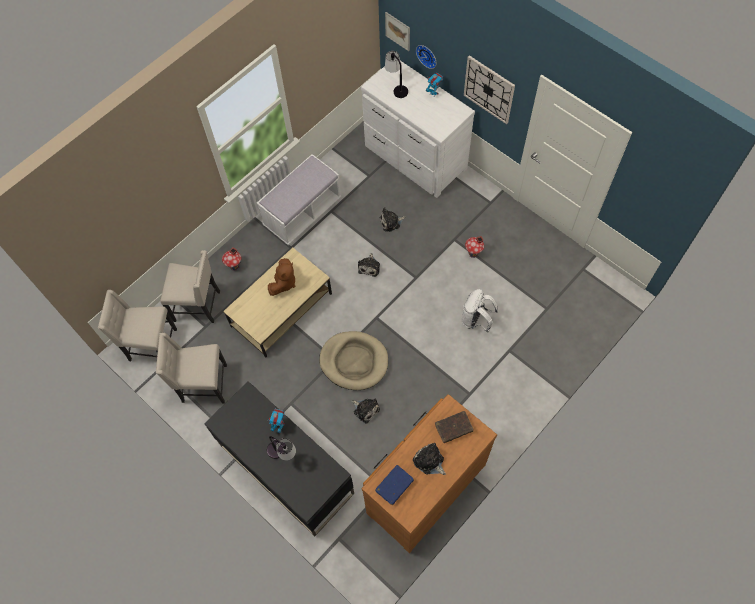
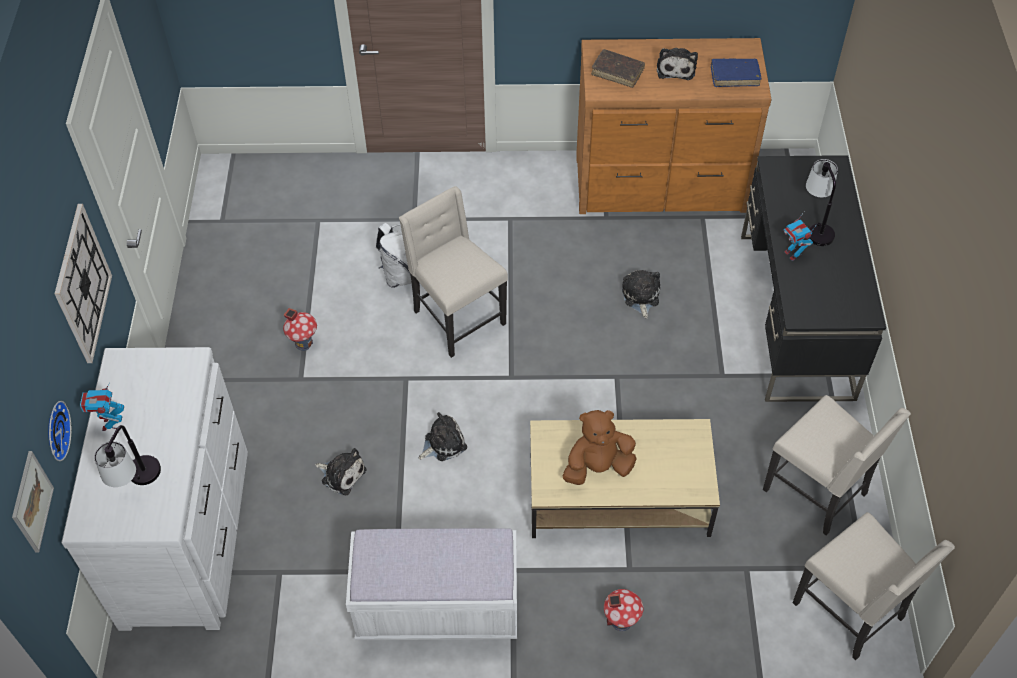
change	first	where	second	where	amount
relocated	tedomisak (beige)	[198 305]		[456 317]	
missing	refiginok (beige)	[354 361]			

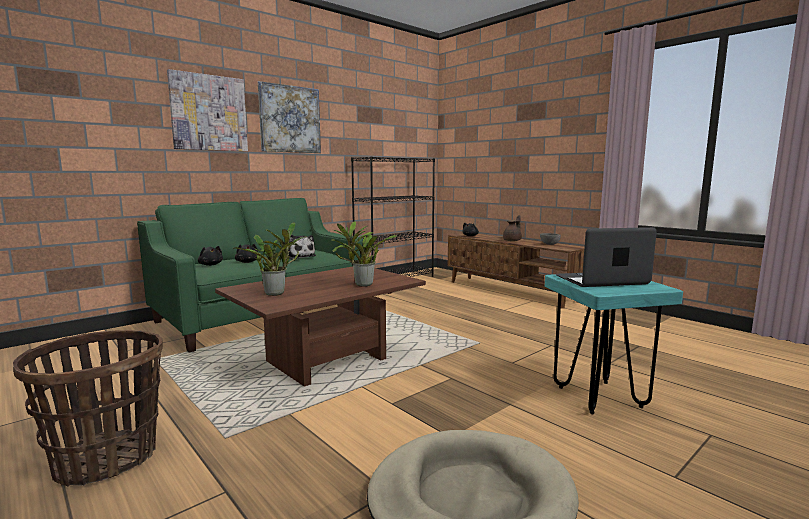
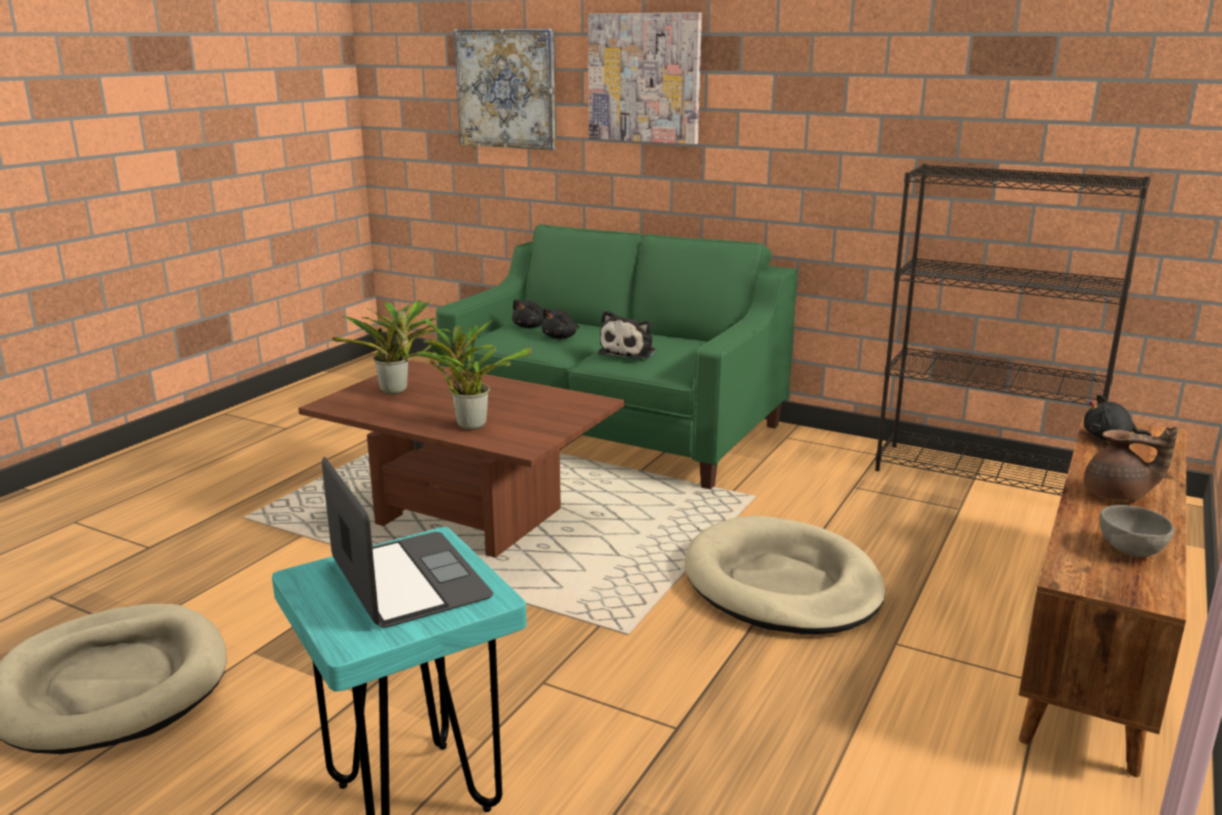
change	first	where	second	where	amount
relocated	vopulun	[290 119]		[506 89]	
appeared			refiginok (beige)	[781 584]	
missing	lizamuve	[106 458]			

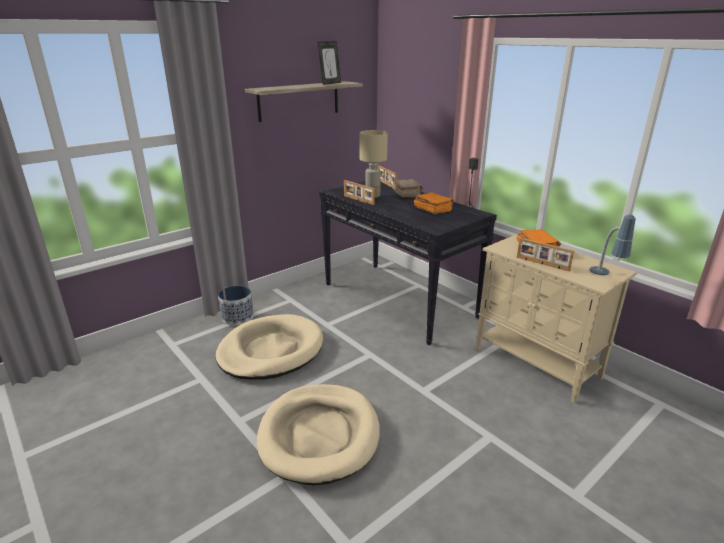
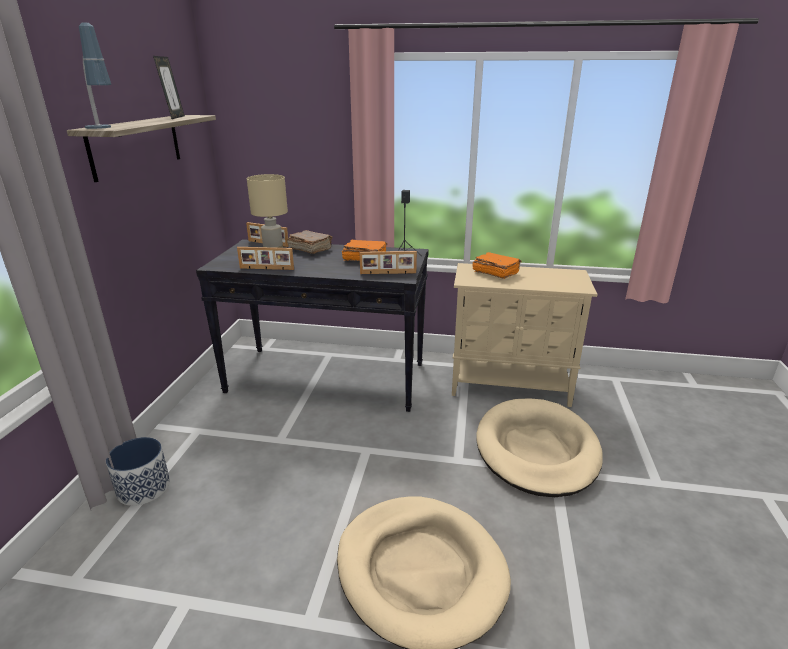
change	first	where	second	where	amount
relocated	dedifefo	[605 277]		[103 129]	
relocated	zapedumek	[542 264]		[388 273]	
relocated	refiginok (beige)	[271 351]		[536 450]	

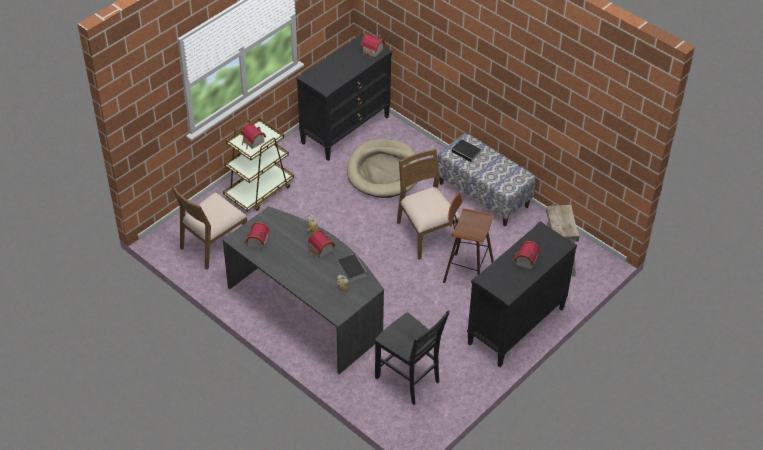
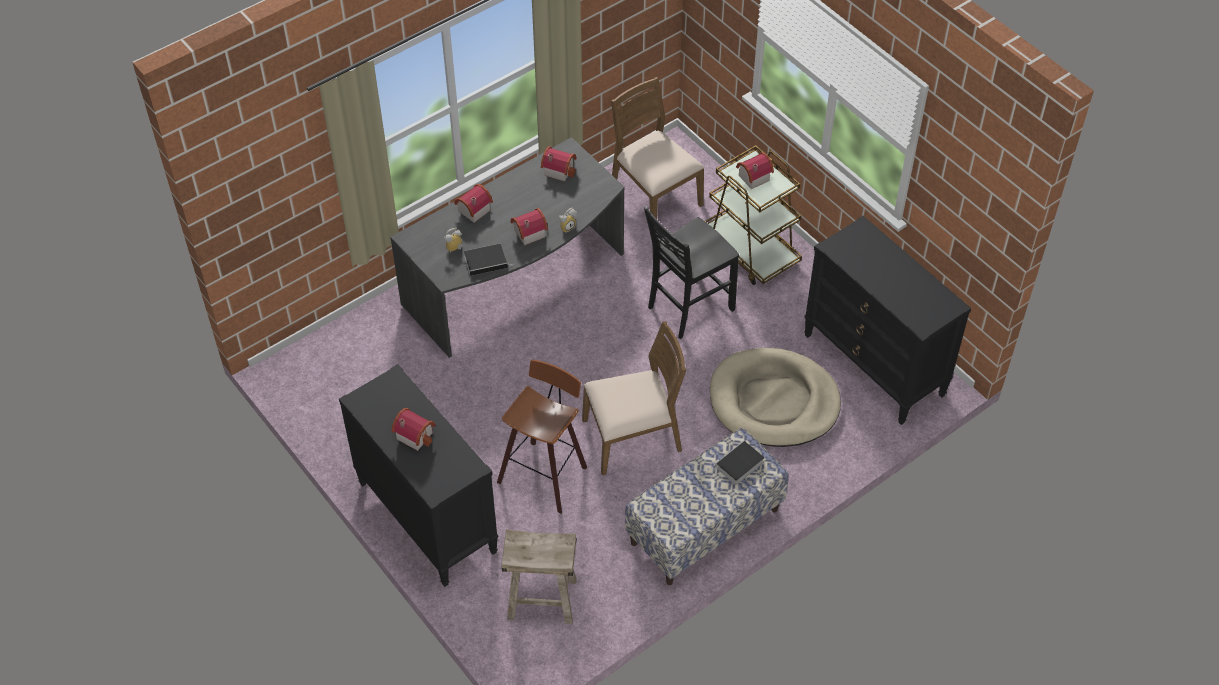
change	first	where	second	where	amount
relocated	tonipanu	[372 51]		[472 210]	
relocated	tedomisak (black)	[408 380]		[688 308]	

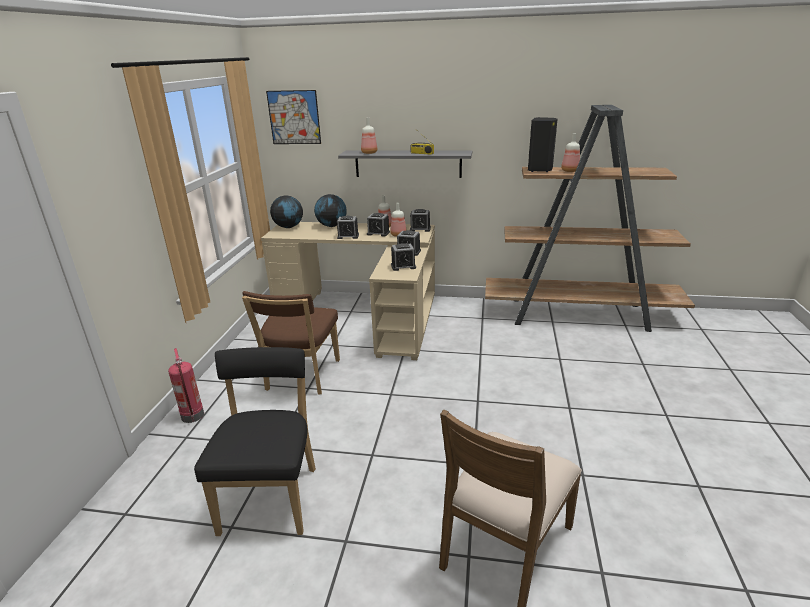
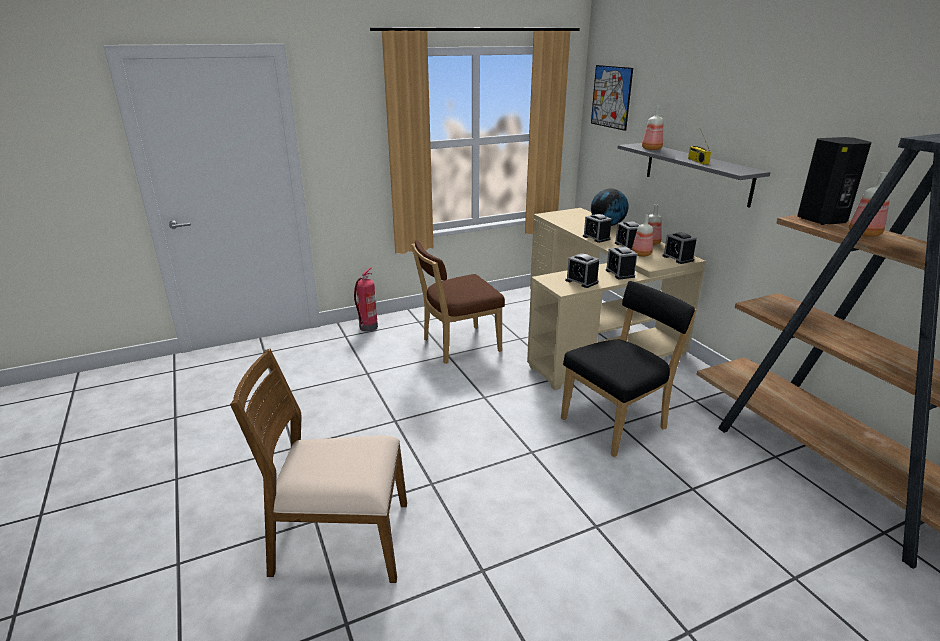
change	first	where	second	where	amount
relocated	tedomisak (black)	[272 496]		[617 423]	
missing	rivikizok	[288 227]			

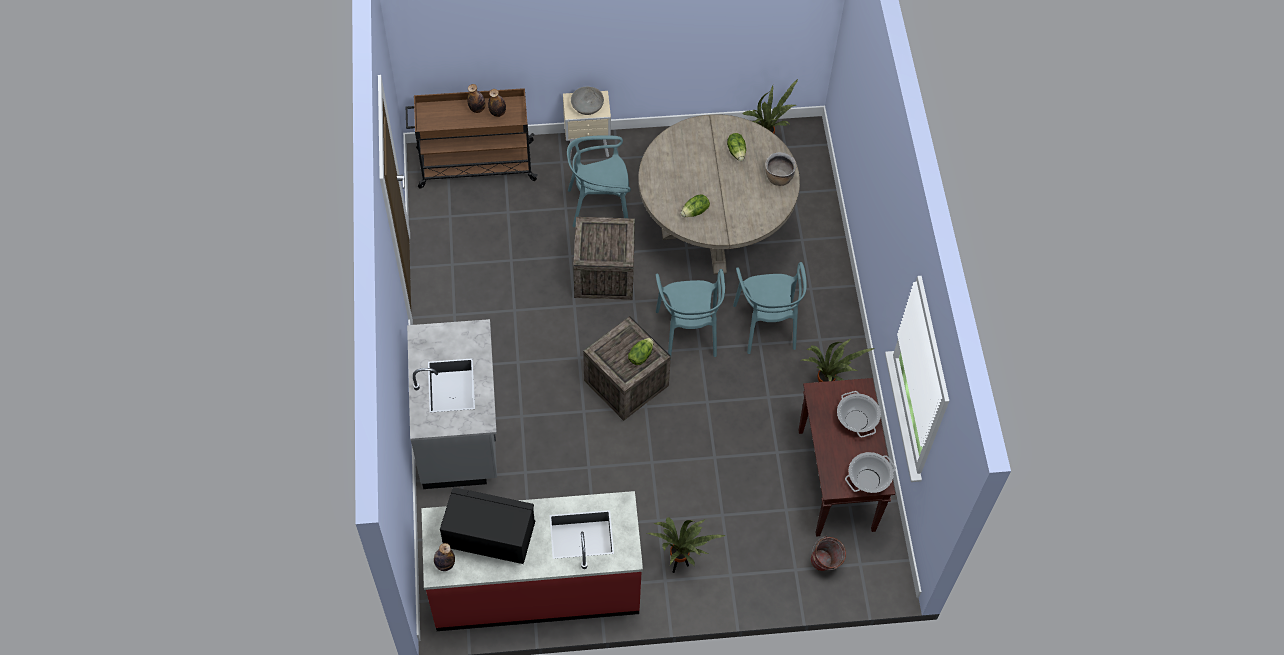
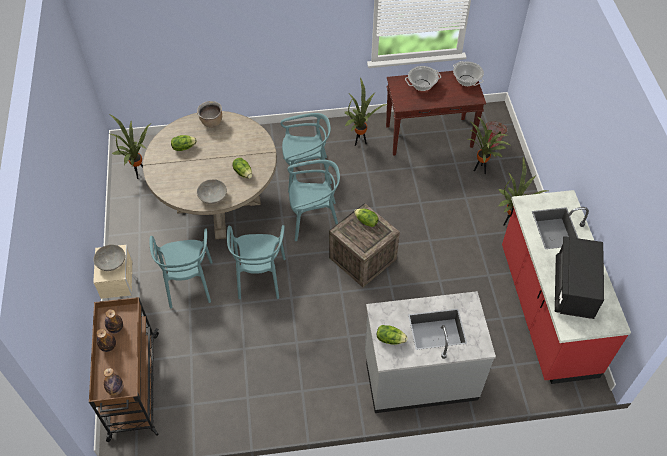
change	first	where	second	where	amount
relocated	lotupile	[445 564]		[116 389]	
appeared			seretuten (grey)	[212 196]	
exchanged	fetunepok	[604 274]	tedomisak (turquoise)	[259 277]	
appeared			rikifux	[390 339]	
appeared			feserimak	[480 170]	

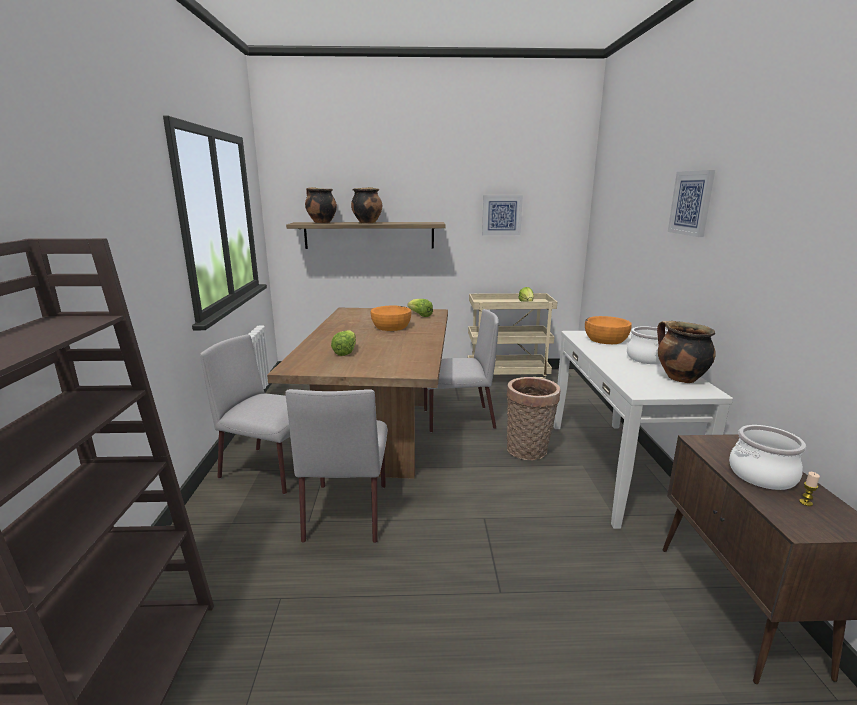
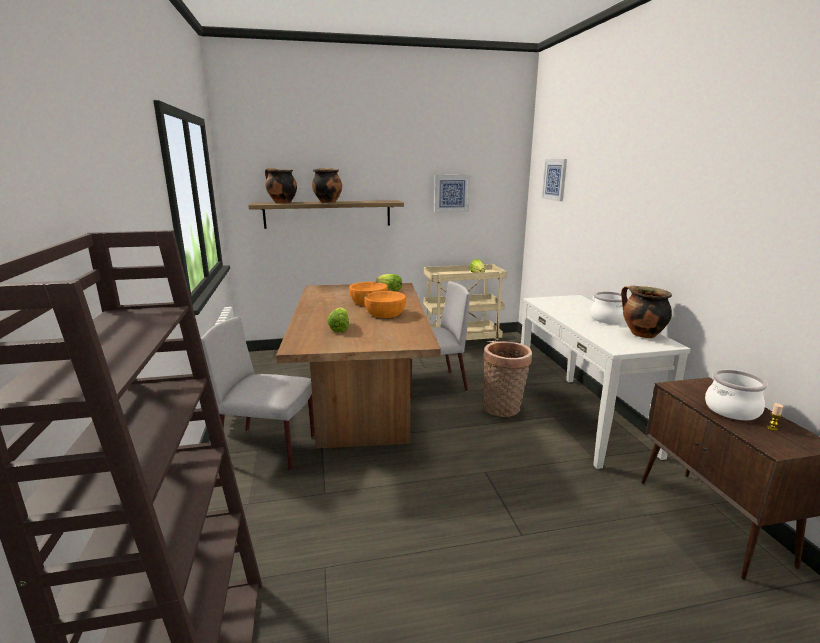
change	first	where	second	where	amount
relocated	seretuten (orange)	[606 339]		[385 313]	
relocated	vopulun	[691 203]		[555 179]	
missing	tedomisak (grey)	[347 510]			

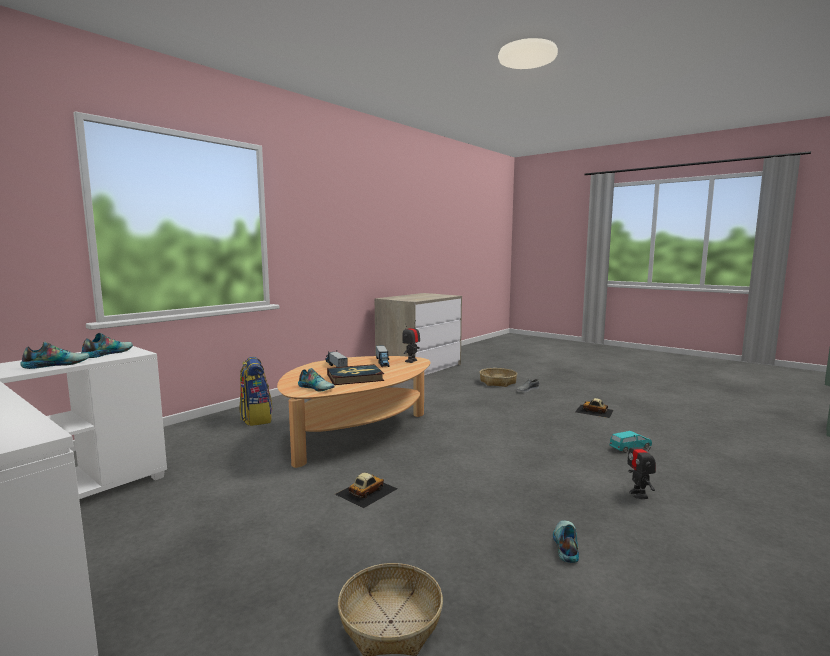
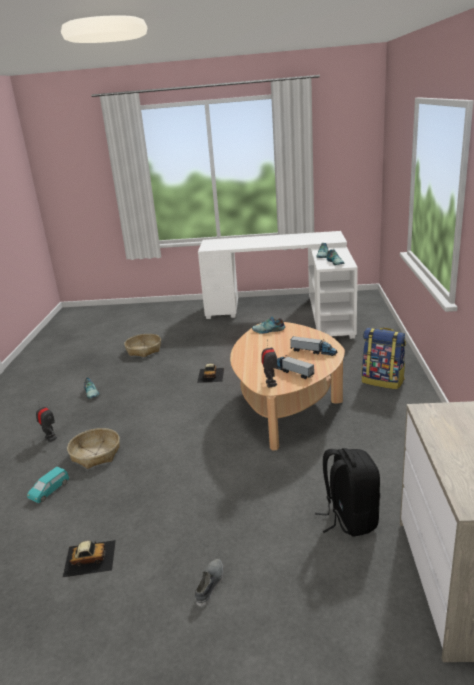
change	first	where	second	where	amount
relocated	lizamuve	[498 382]		[95 454]	
appeared			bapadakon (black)	[349 518]	
missing	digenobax	[355 377]			

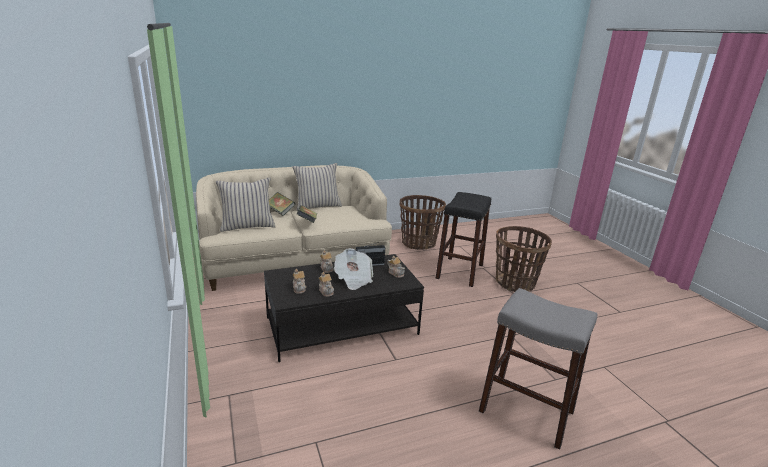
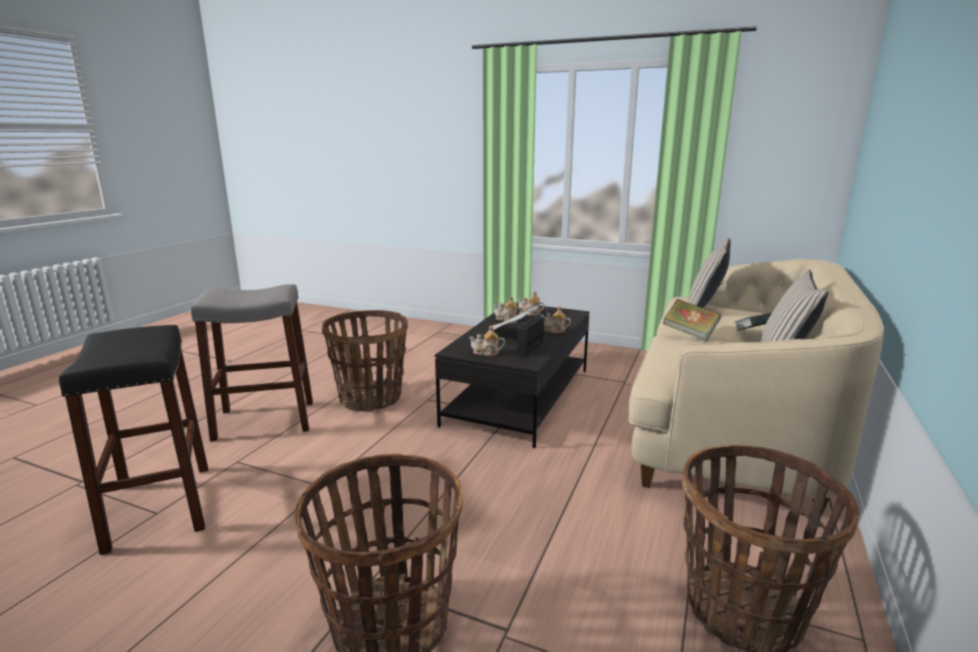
change	first	where	second	where	amount
relocated	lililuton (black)	[460 271]		[160 506]	
appeared			lizamuve	[371 398]	

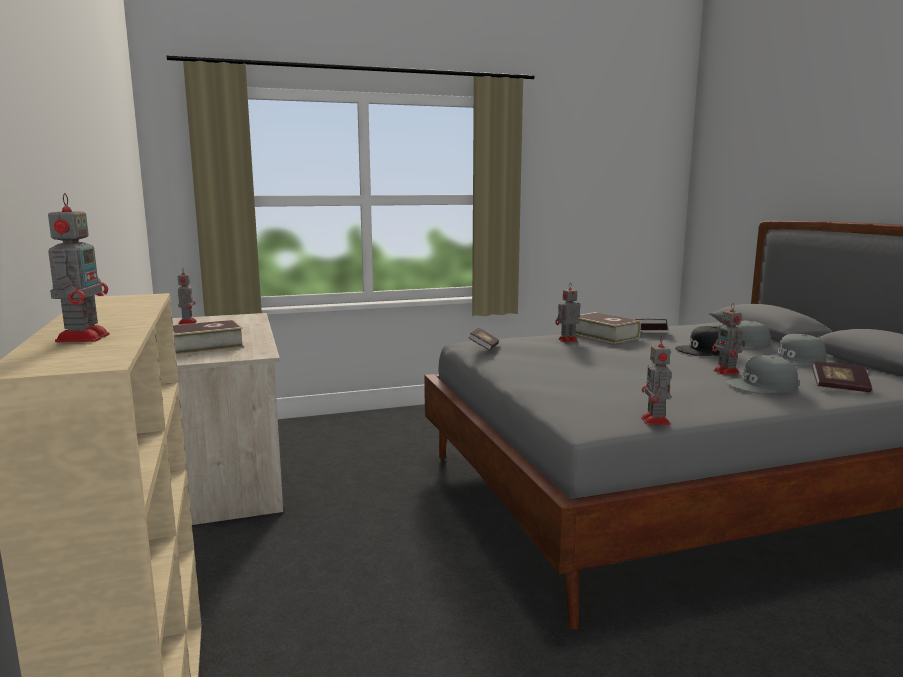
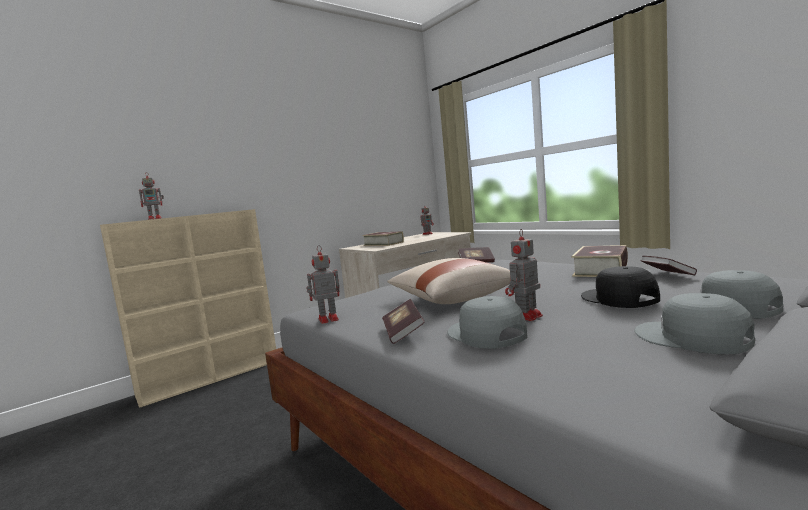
change	first	where	second	where	amount
relocated	digenobax	[839 387]		[403 332]	
appeared			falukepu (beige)	[451 299]	
missing	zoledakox	[567 340]			

